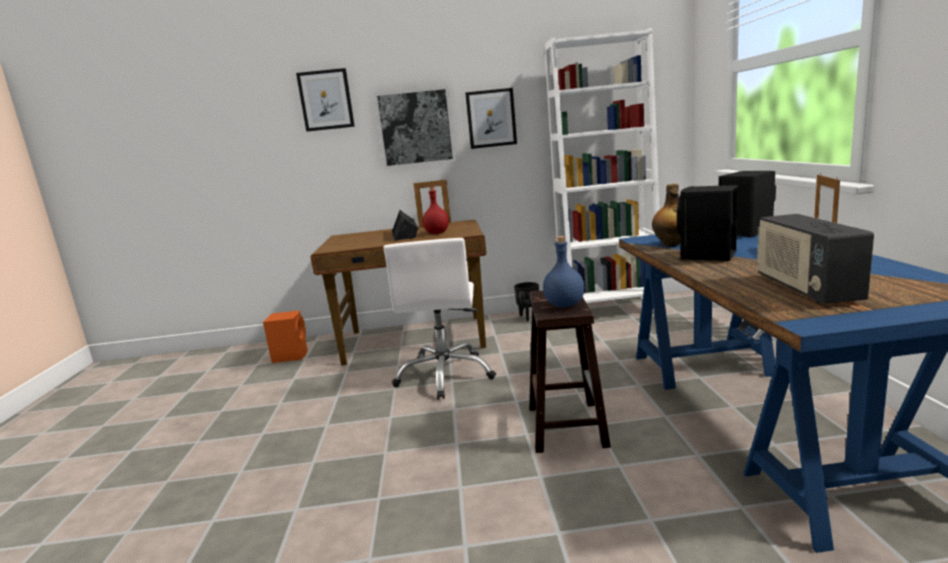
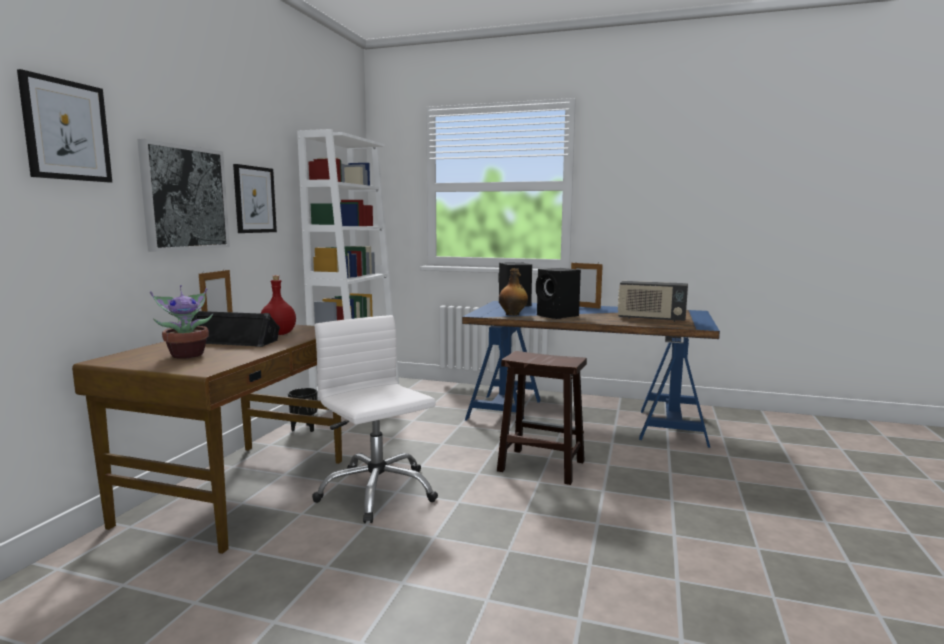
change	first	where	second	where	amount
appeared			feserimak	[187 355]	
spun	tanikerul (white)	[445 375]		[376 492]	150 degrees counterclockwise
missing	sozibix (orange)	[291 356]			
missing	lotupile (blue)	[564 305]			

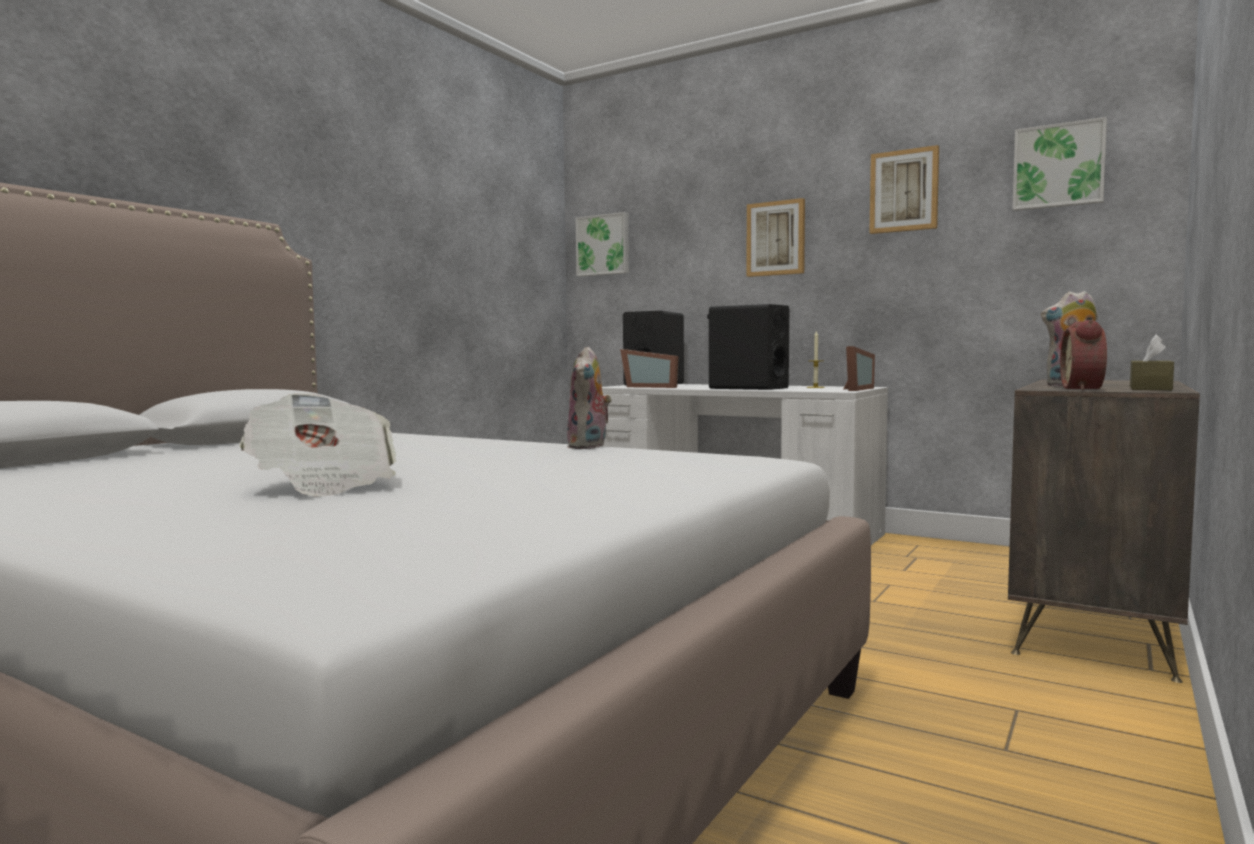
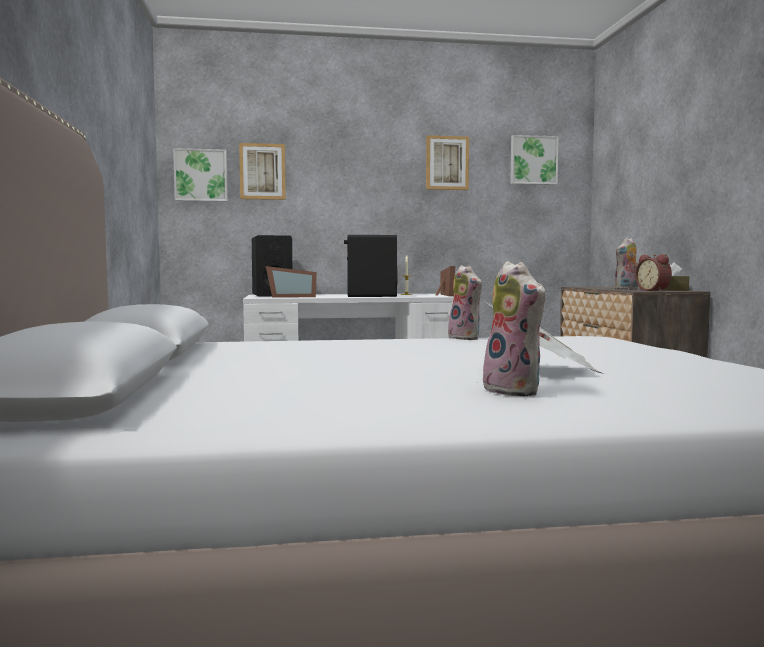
change	first	where	second	where	amount
relocated	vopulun	[776 238]		[262 171]	
appeared			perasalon	[516 391]	

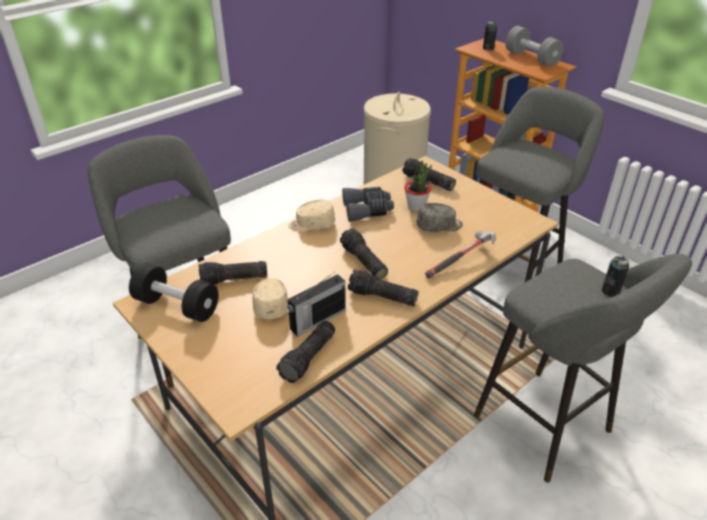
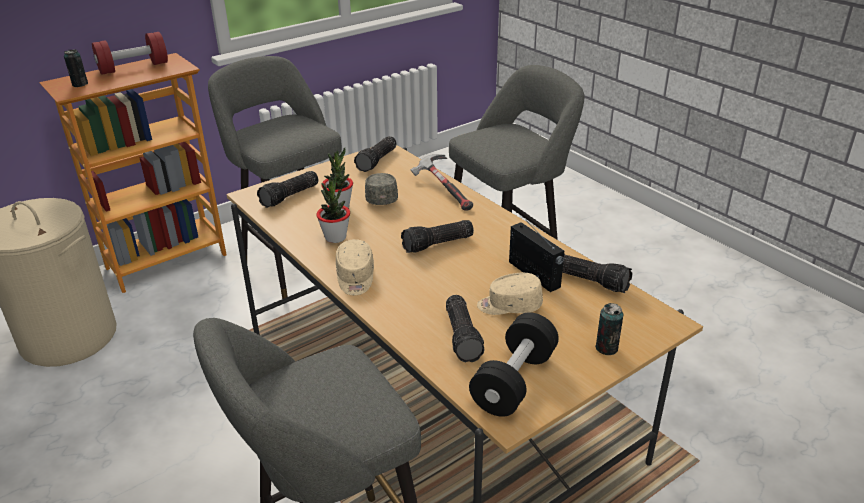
change	first	where	second	where	amount
colour	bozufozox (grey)	[531 58]	bozufozox (red)	[133 68]	
exchanged	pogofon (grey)	[367 210]	feserimak	[335 237]	
relocated	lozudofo	[381 297]		[378 161]	
relocated	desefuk	[610 291]		[606 348]	

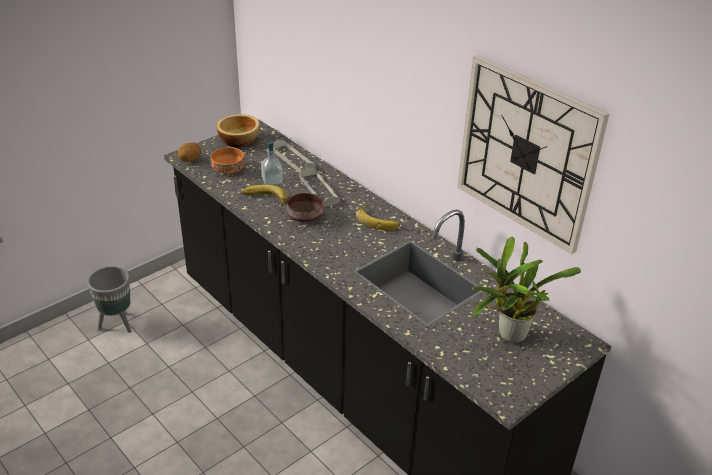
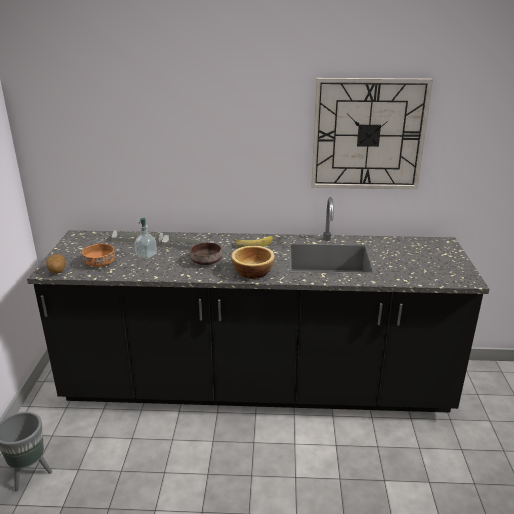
change	first	where	second	where	amount
relocated	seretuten	[239 140]		[252 271]	
missing	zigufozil	[264 199]			
missing	feserimak	[508 336]			

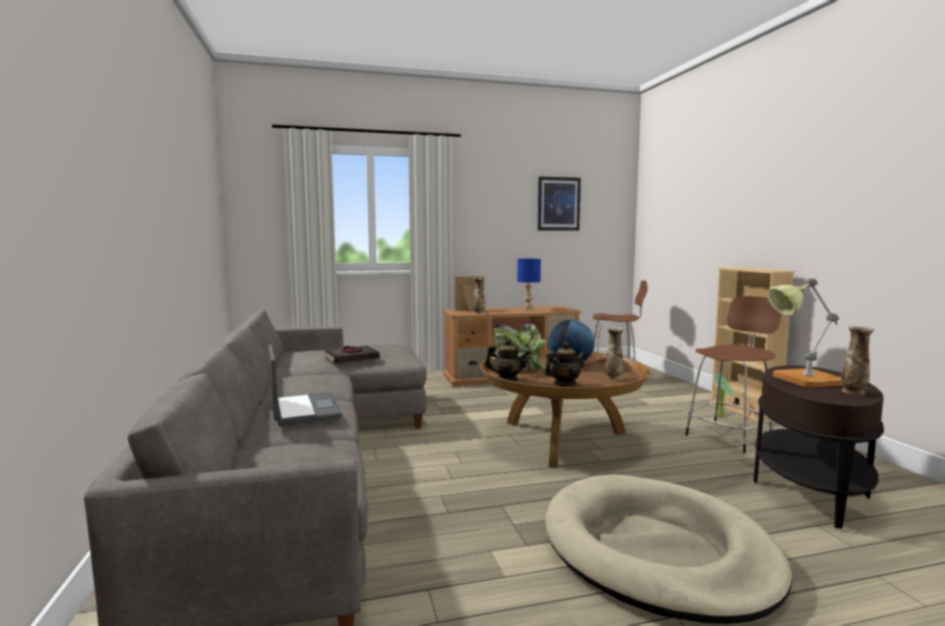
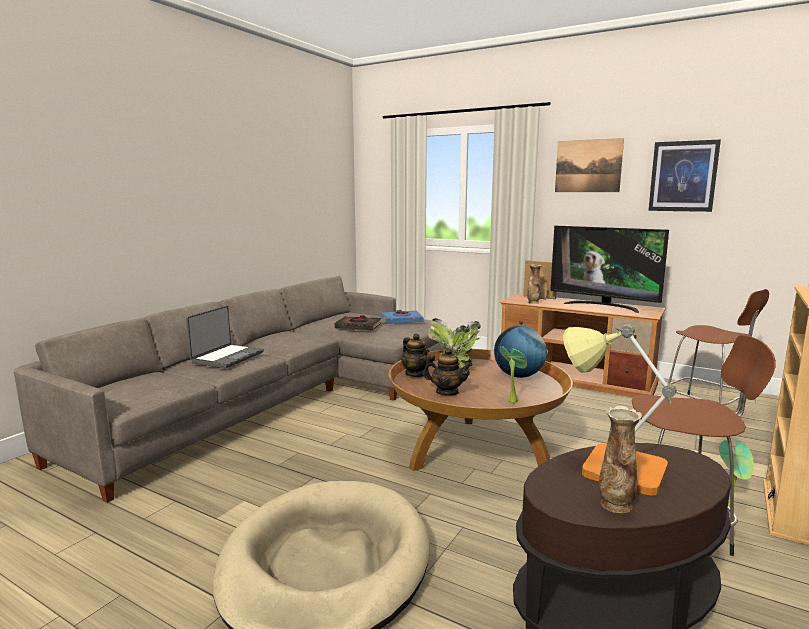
change	first	where	second	where	amount
appeared			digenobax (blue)	[401 320]	
exchanged	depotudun	[613 378]	feserimak	[512 401]	
exchanged	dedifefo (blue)	[528 309]	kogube	[603 306]	
appeared			vopulun	[588 166]	

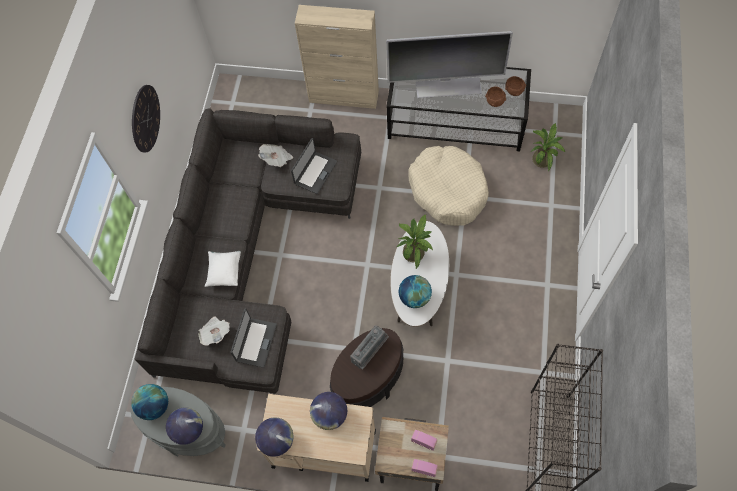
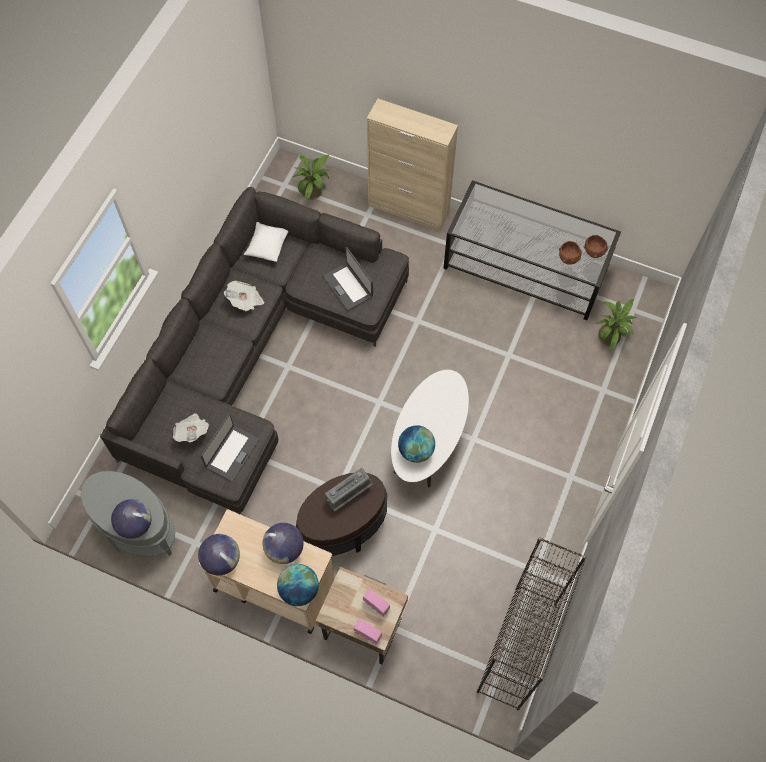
change	first	where	second	where	amount
relocated	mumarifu	[277 159]		[245 301]	
relocated	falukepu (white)	[225 272]		[267 247]	
relocated	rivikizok	[155 406]		[299 590]	
relocated	feserimak	[415 251]		[314 191]	
spun	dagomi	[315 172]		[348 286]	105 degrees clockwise
missing	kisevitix	[145 118]			
missing	kogube	[448 86]			
missing	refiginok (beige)	[448 190]			

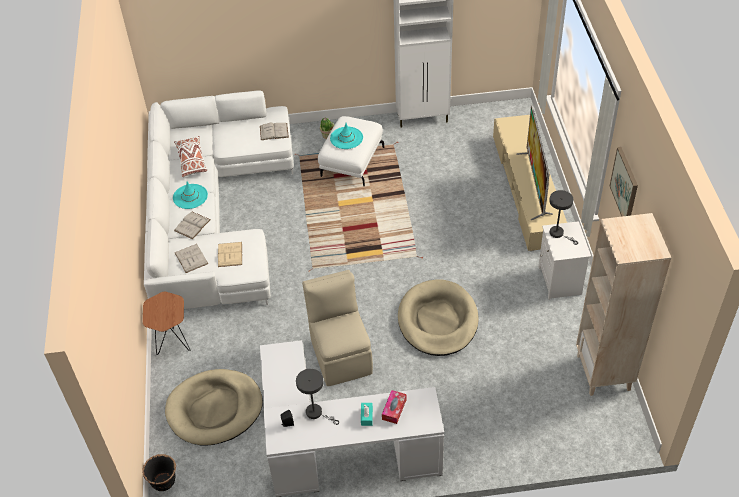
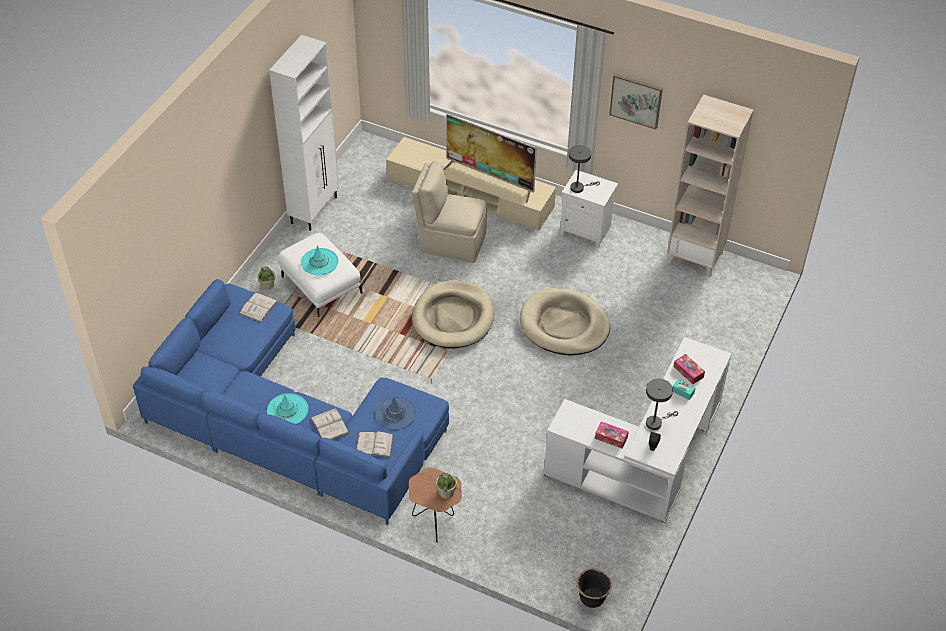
change	first	where	second	where	amount
colour	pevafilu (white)	[211 213]	pevafilu (blue)	[287 421]	
exchanged	digenobax (beige)	[230 254]	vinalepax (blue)	[395 413]	
relocated	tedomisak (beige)	[341 355]		[451 242]	
relocated	refiginok (beige)	[215 409]		[453 317]	
appeared			feserimak	[446 492]	
appeared			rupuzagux	[611 438]	
missing	falukepu (white)	[191 161]			

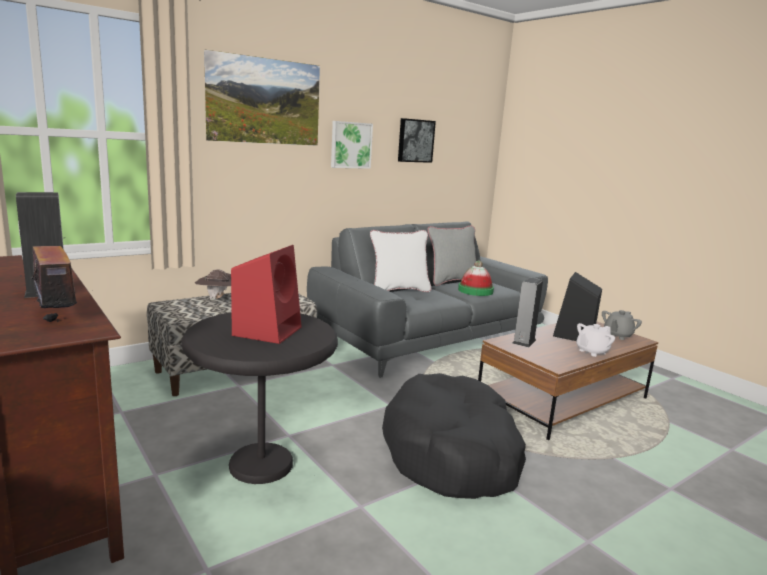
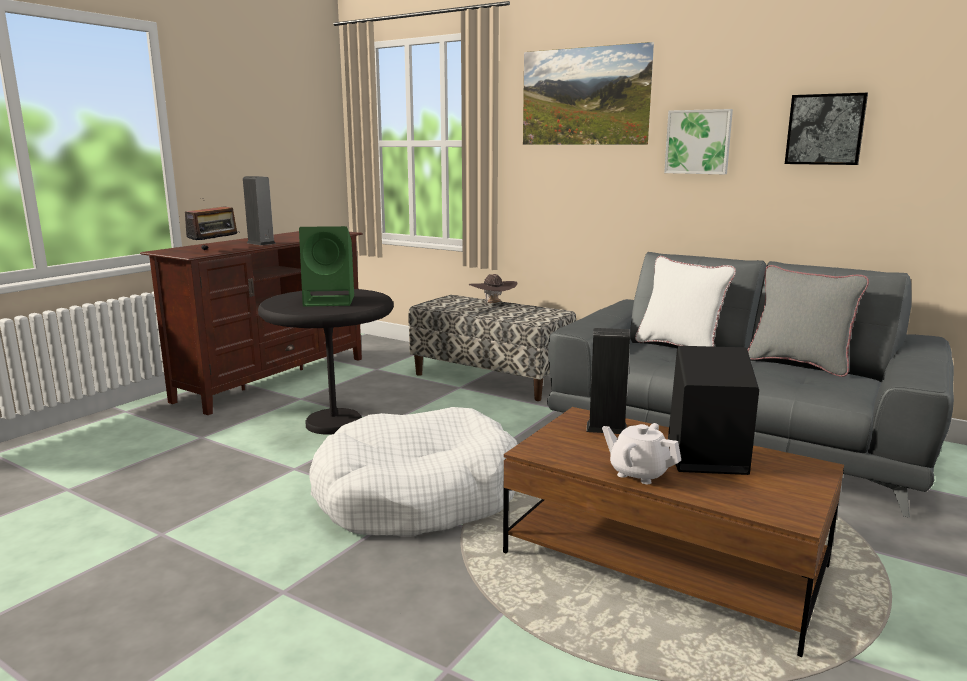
change	first	where	second	where	amount
colour	sozibix (red)	[268 330]	sozibix (green)	[331 301]	
colour	refiginok (black)	[452 453]	refiginok (white)	[417 495]	
missing	vinalepax	[475 290]			
missing	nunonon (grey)	[617 335]			

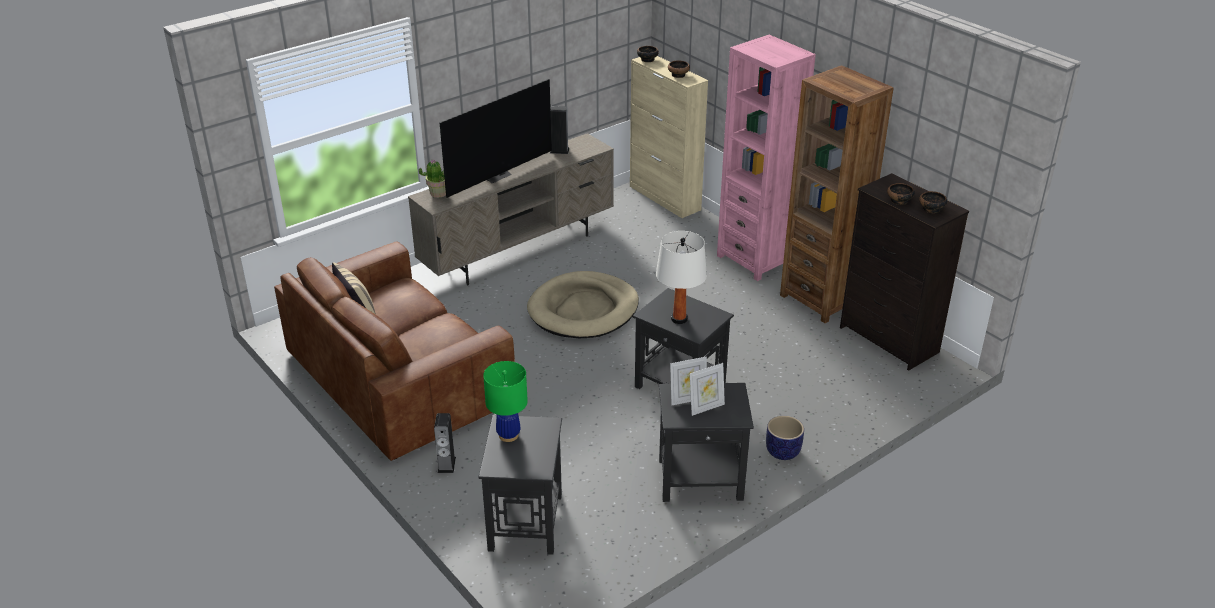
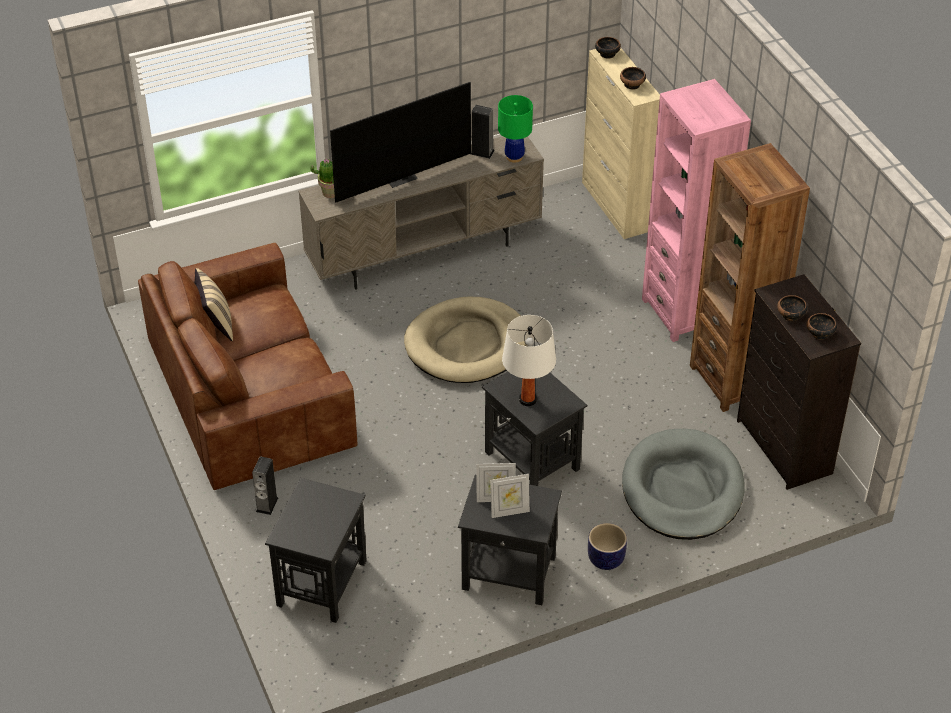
change	first	where	second	where	amount
relocated	dedifefo (green)	[508 435]		[514 157]	
appeared			refiginok (grey)	[682 489]	

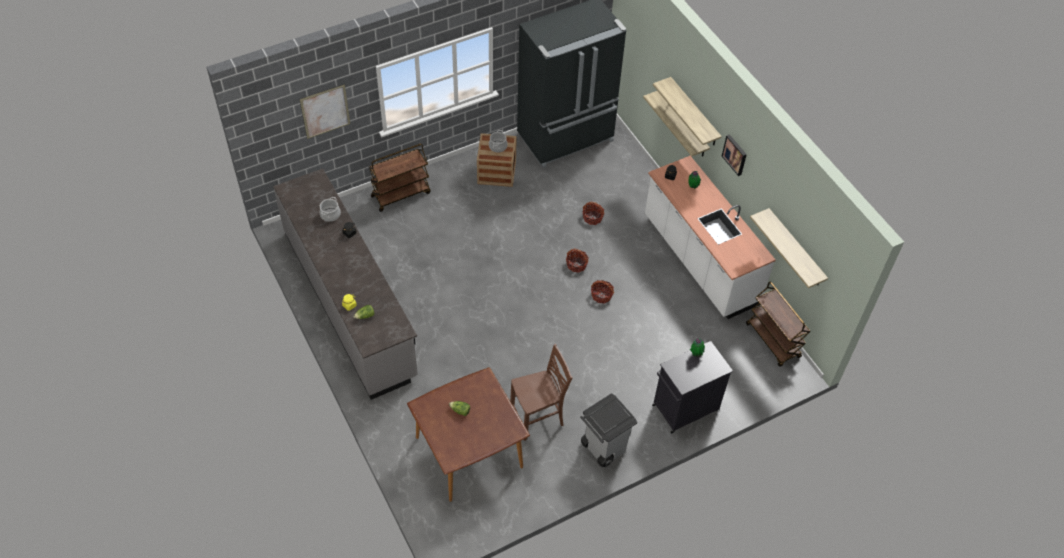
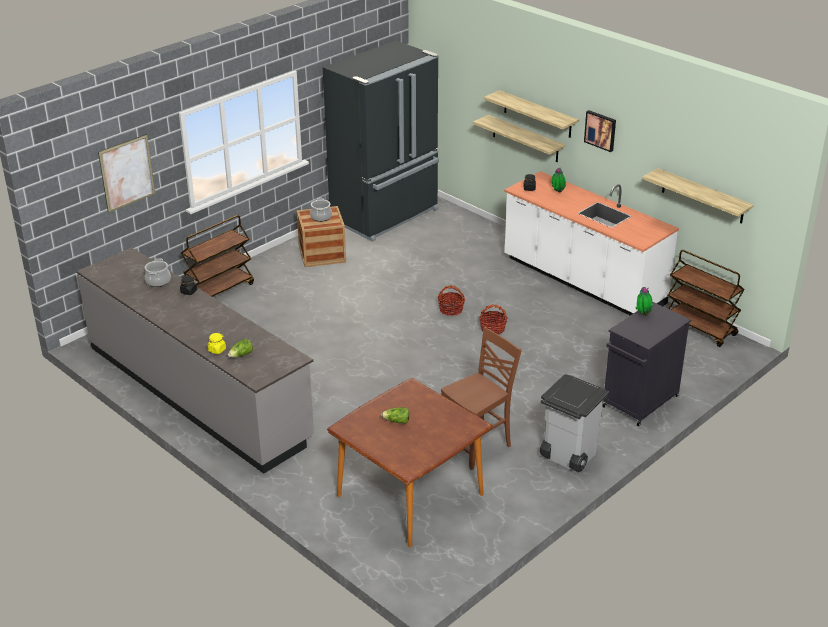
change	first	where	second	where	amount
missing	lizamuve	[592 218]			

